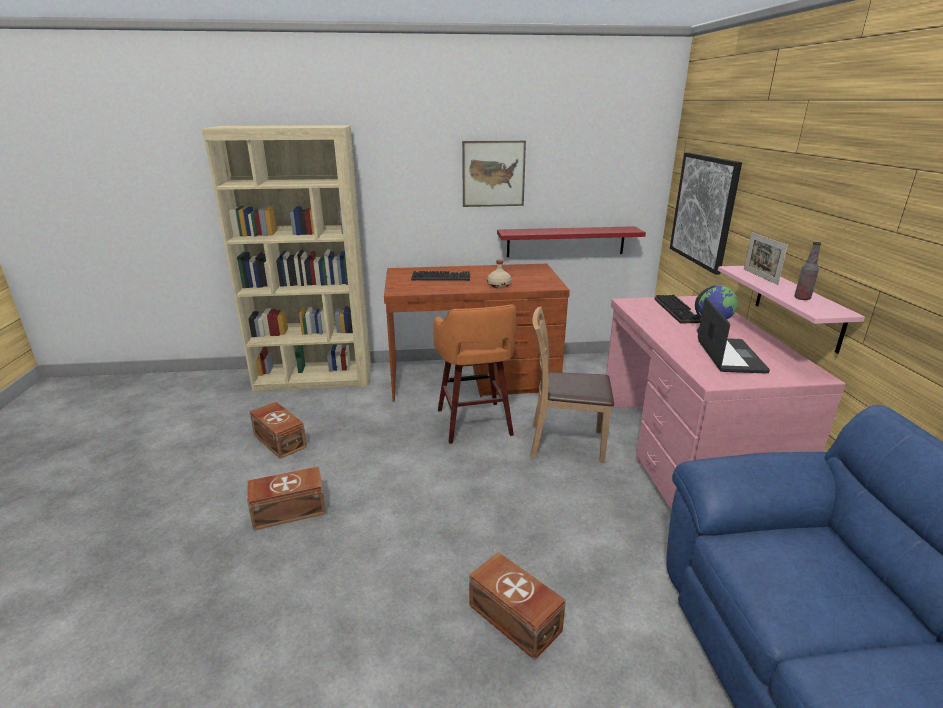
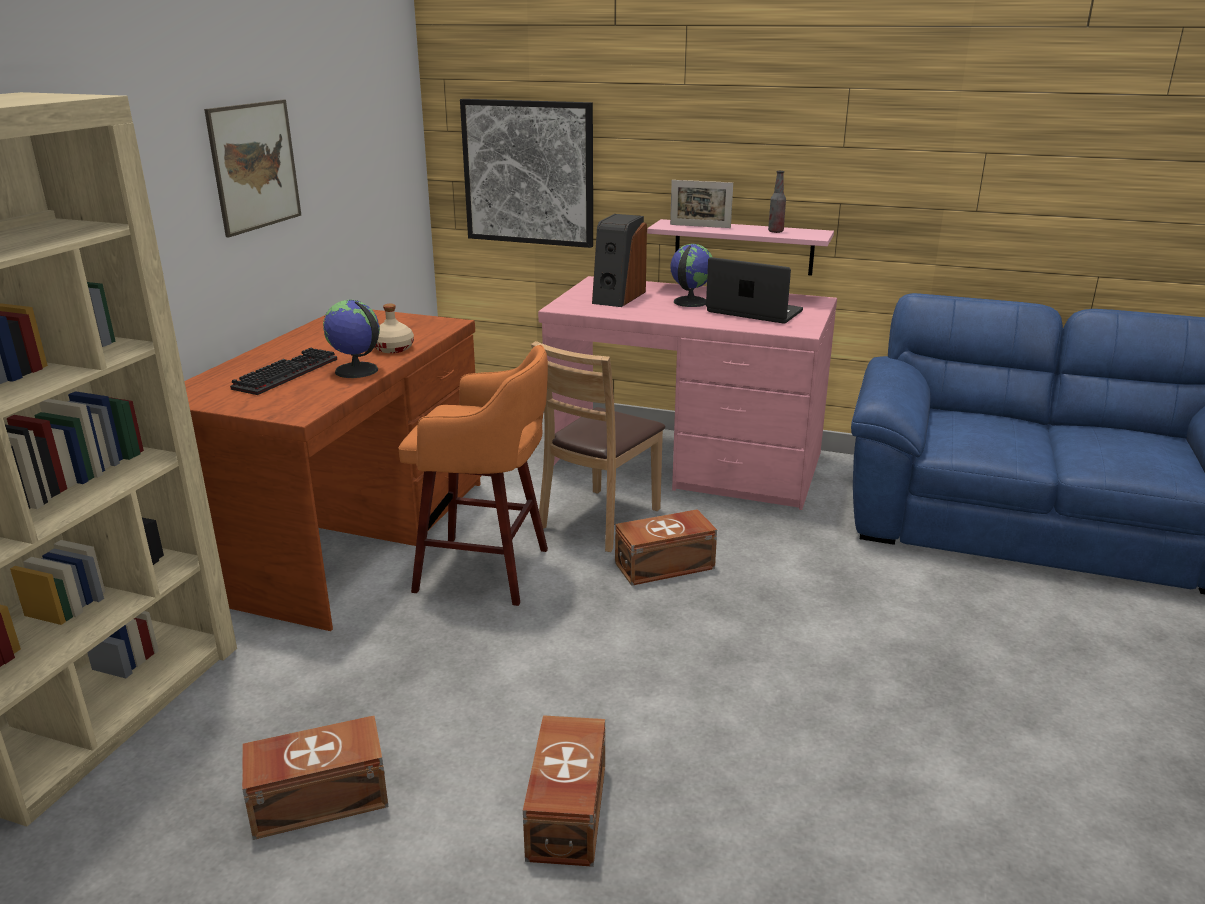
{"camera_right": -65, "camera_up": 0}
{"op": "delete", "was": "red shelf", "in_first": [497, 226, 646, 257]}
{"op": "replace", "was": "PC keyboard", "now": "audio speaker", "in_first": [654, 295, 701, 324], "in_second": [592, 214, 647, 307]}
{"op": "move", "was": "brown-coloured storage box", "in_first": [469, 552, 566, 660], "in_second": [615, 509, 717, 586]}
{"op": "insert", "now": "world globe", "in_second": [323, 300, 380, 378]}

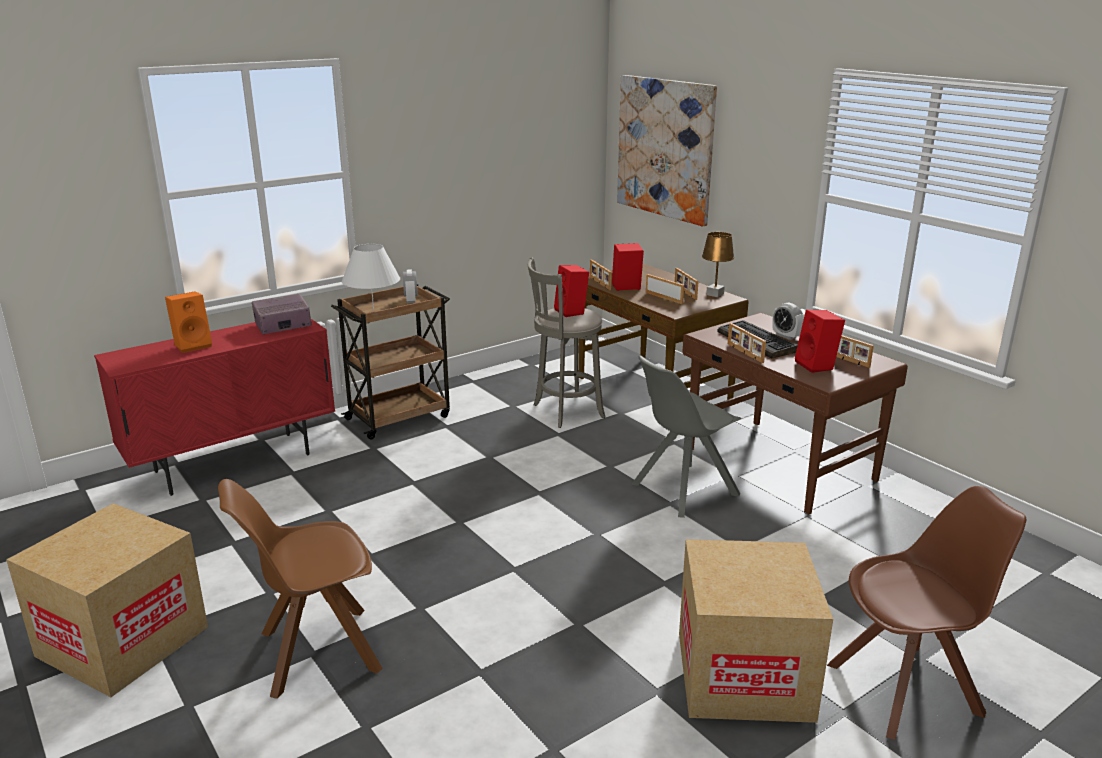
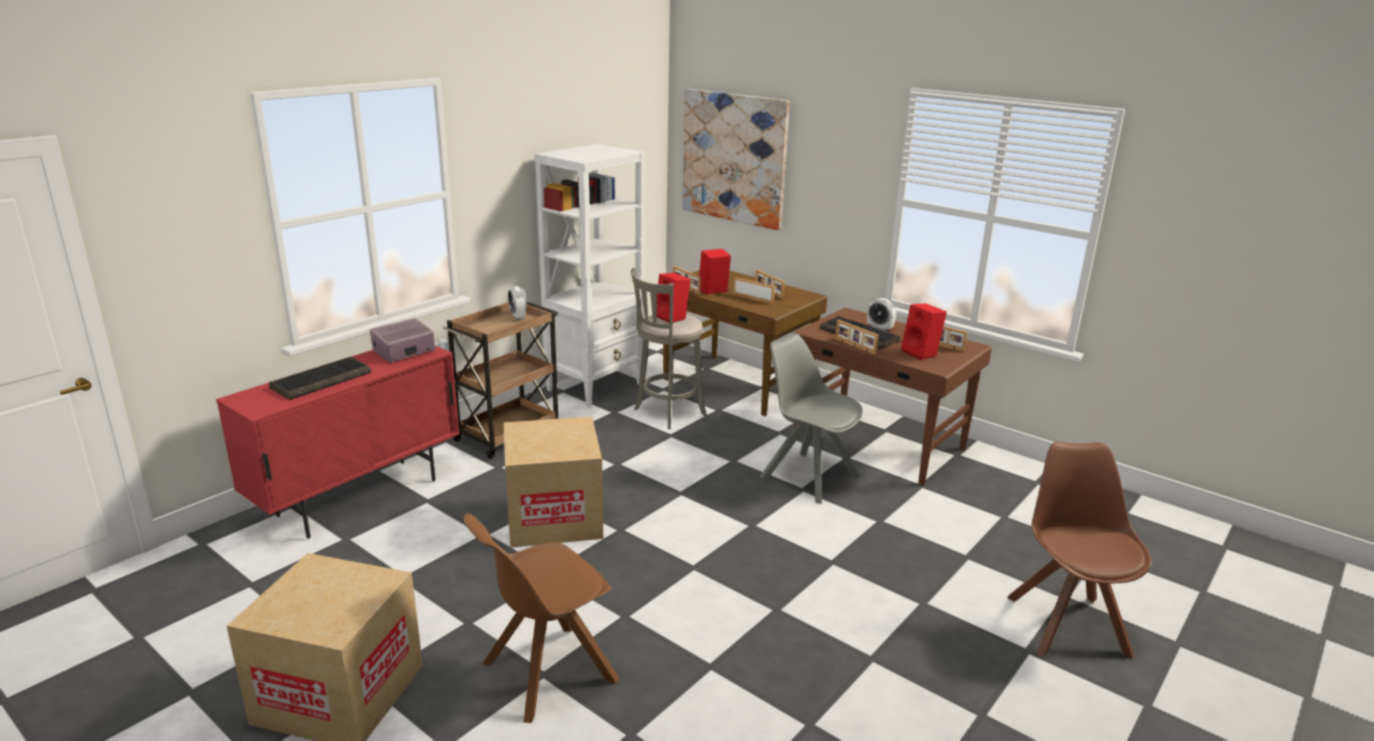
{"camera_right": -15, "camera_up": 0}
{"op": "delete", "was": "brown-coloured table lamp", "in_first": [702, 232, 734, 297]}
{"op": "delete", "was": "white-coloured table lamp", "in_first": [342, 244, 400, 310]}
{"op": "replace", "was": "orange audio speaker", "now": "PC keyboard", "in_first": [165, 291, 212, 353], "in_second": [269, 357, 371, 400]}
{"op": "rotate", "was": "gray upright chair", "in_first": [631, 355, 742, 518], "in_second": [761, 333, 862, 504], "clockwise": 90}
{"op": "rotate", "was": "brown-coloured upright chair", "in_first": [827, 486, 1026, 740], "in_second": [1007, 442, 1152, 659], "clockwise": -60}
{"op": "move", "was": "cardboard box", "in_first": [679, 539, 833, 723], "in_second": [503, 416, 603, 548]}
{"op": "insert", "now": "white-coloured bookshelf", "in_second": [535, 144, 646, 408]}

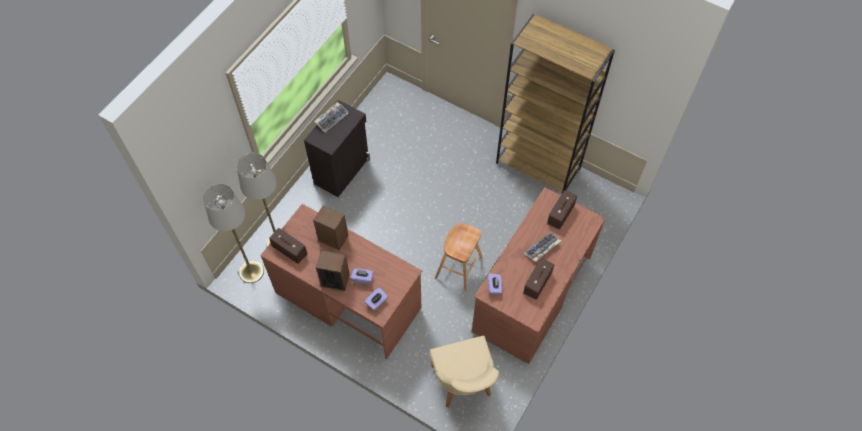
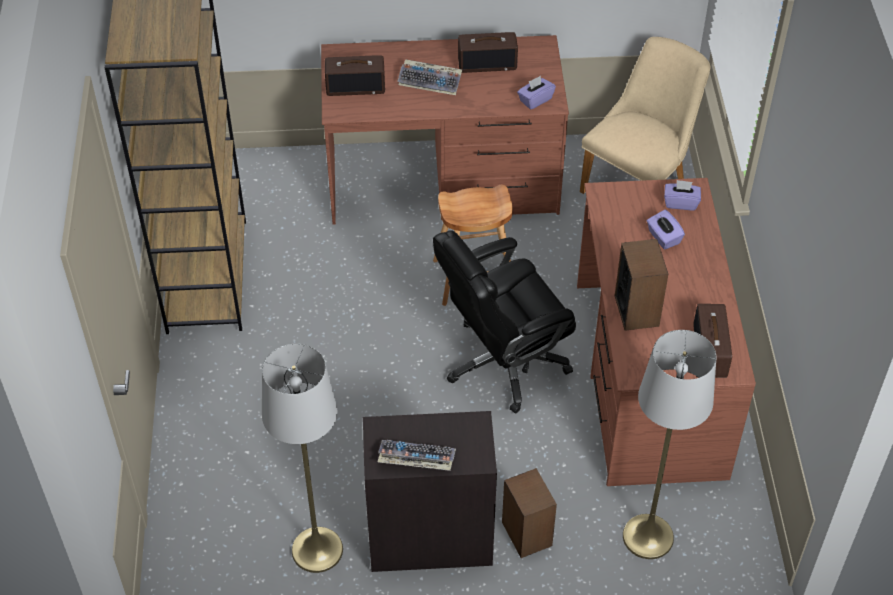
{"camera_right": -125, "camera_up": -10}
{"op": "move", "was": "gray standard lamp", "in_first": [203, 184, 264, 283], "in_second": [262, 344, 343, 573]}
{"op": "move", "was": "audio speaker", "in_first": [316, 250, 350, 291], "in_second": [502, 468, 557, 558]}
{"op": "insert", "now": "black-coloured desk chair", "in_second": [433, 230, 576, 413]}

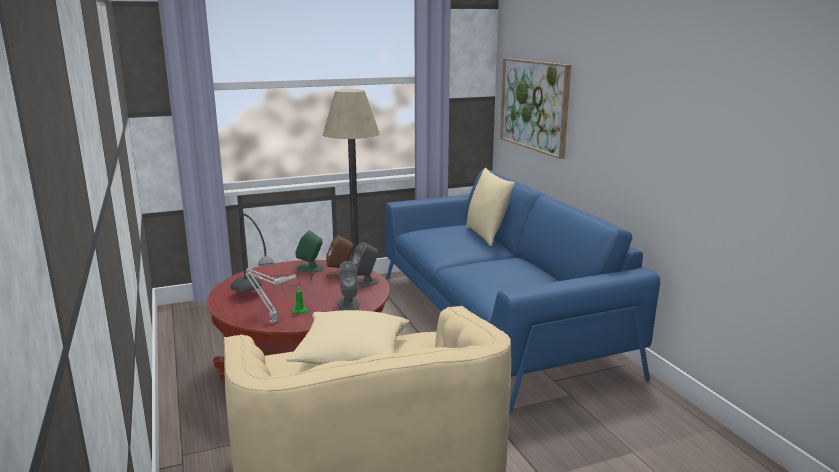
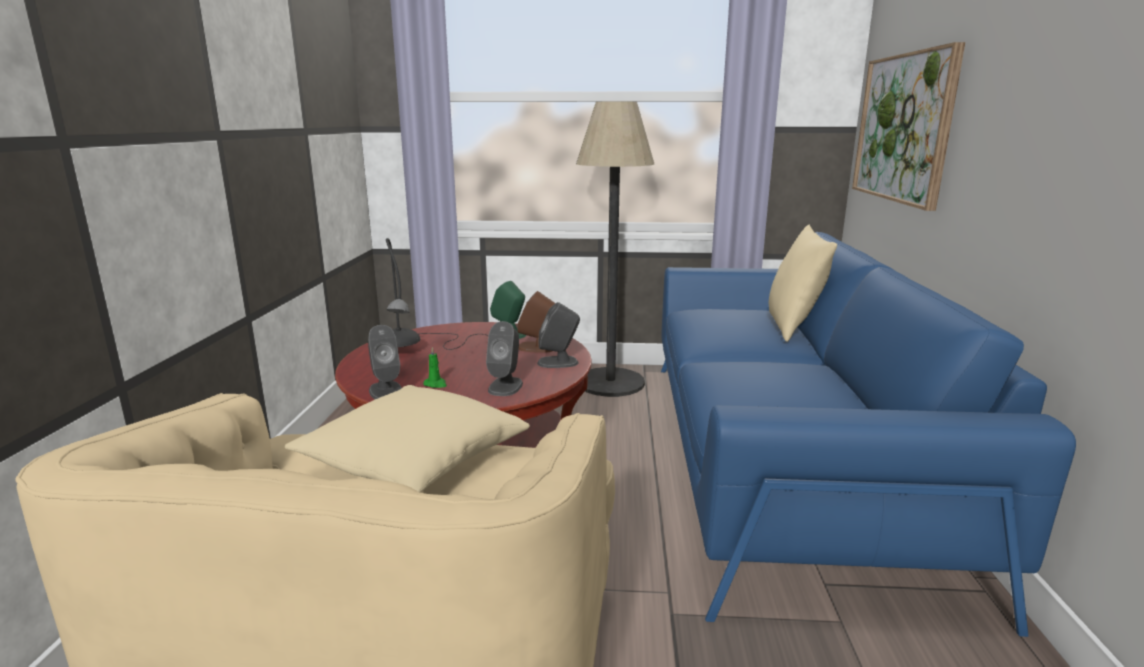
{"camera_right": 25, "camera_up": 0}
{"op": "replace", "was": "gray table lamp", "now": "gray audio speaker", "in_first": [245, 268, 296, 323], "in_second": [368, 325, 402, 399]}

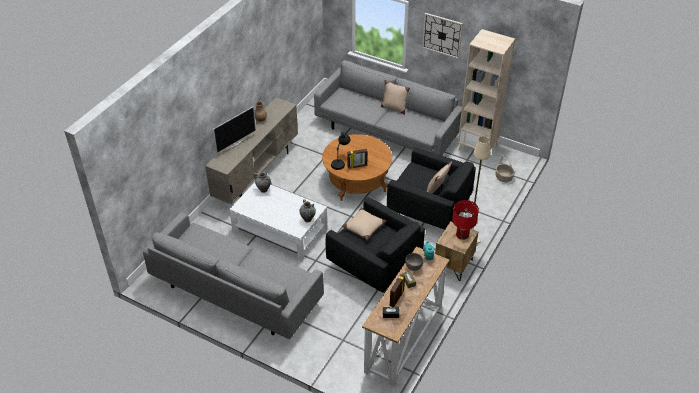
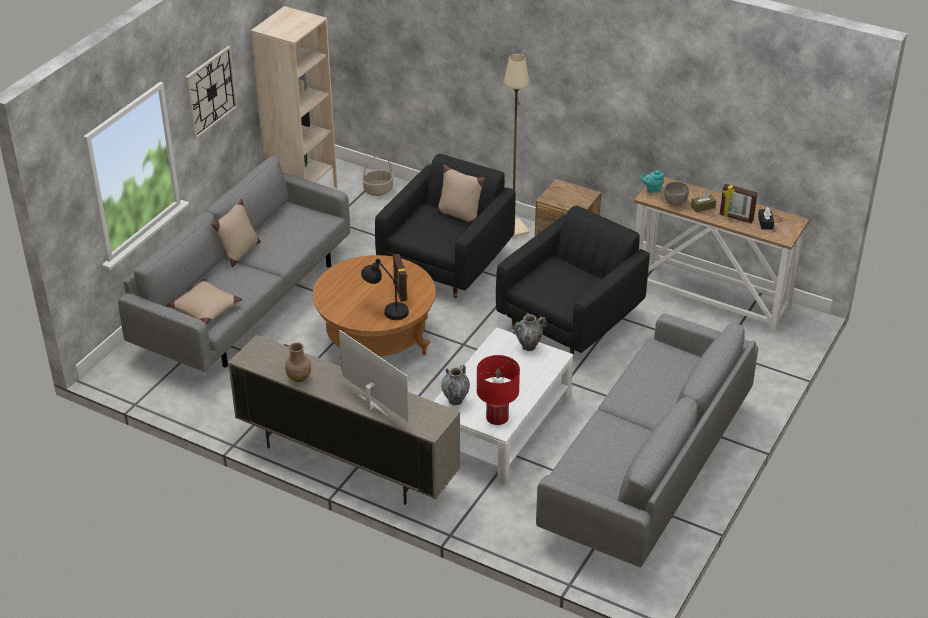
{"camera_right": -90, "camera_up": -5}
{"op": "move", "was": "red table lamp", "in_first": [452, 200, 479, 240], "in_second": [477, 355, 520, 425]}
{"op": "move", "was": "beige throw pillow", "in_first": [342, 207, 386, 240], "in_second": [166, 279, 242, 325]}

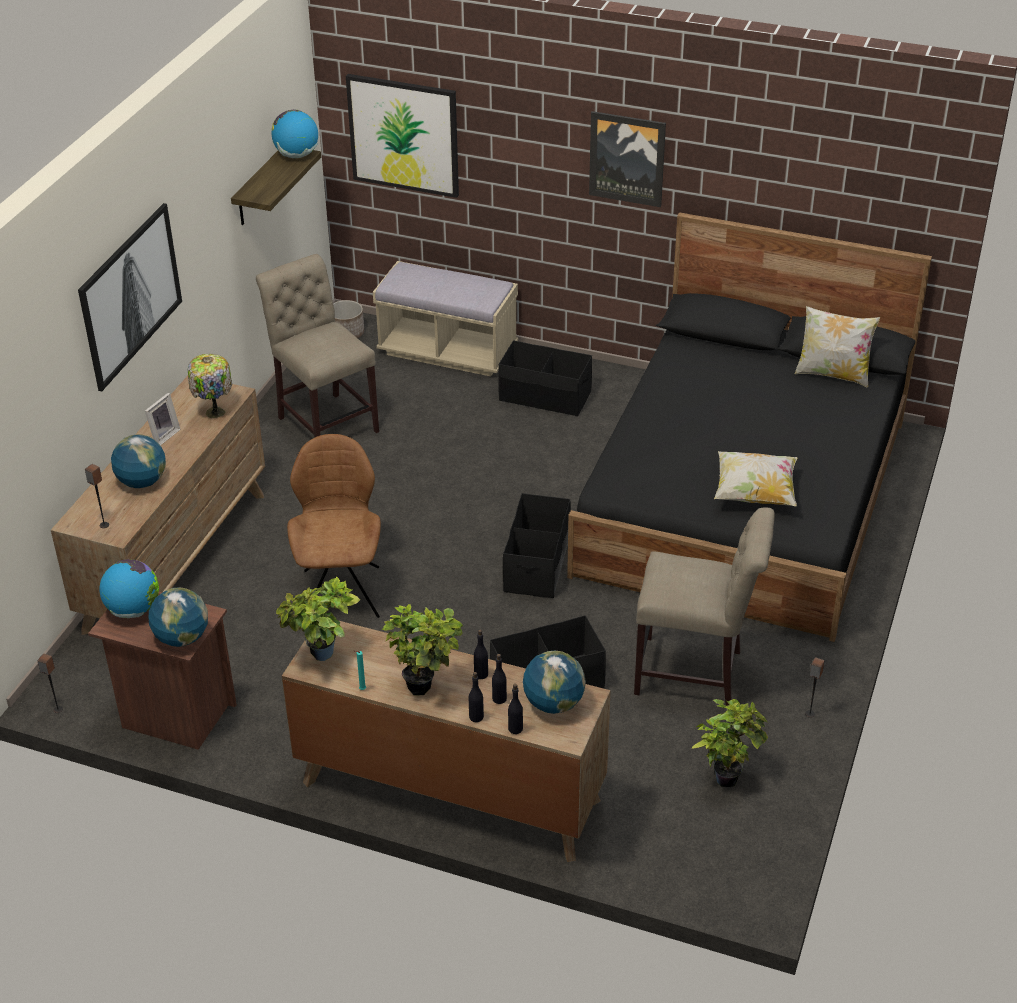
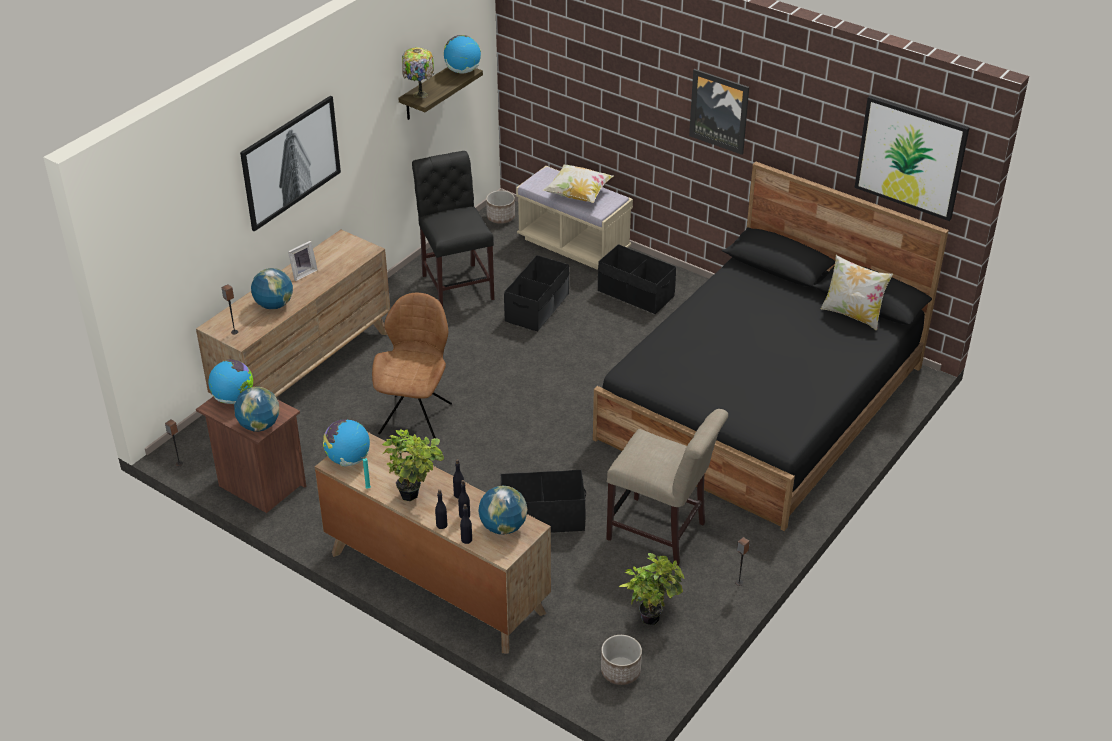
{"camera_right": 15, "camera_up": 0}
{"op": "move", "was": "picture", "in_first": [346, 74, 459, 198], "in_second": [854, 96, 970, 221]}
{"op": "recolor", "was": "beige upright chair", "now": "black-coloured upright chair", "in_first": [256, 254, 379, 438], "in_second": [412, 151, 494, 306]}
{"op": "move", "was": "table lamp", "in_first": [188, 354, 232, 418], "in_second": [402, 47, 434, 98]}
{"op": "move", "was": "throw pillow", "in_first": [714, 451, 798, 506], "in_second": [543, 165, 613, 203]}
{"op": "move", "was": "black-coloured storage box", "in_first": [503, 493, 571, 598], "in_second": [504, 255, 569, 331]}
{"op": "replace", "was": "houseplant", "now": "world globe", "in_first": [276, 577, 360, 661], "in_second": [323, 419, 370, 467]}
{"op": "insert", "now": "plant pot", "in_second": [601, 635, 642, 685]}

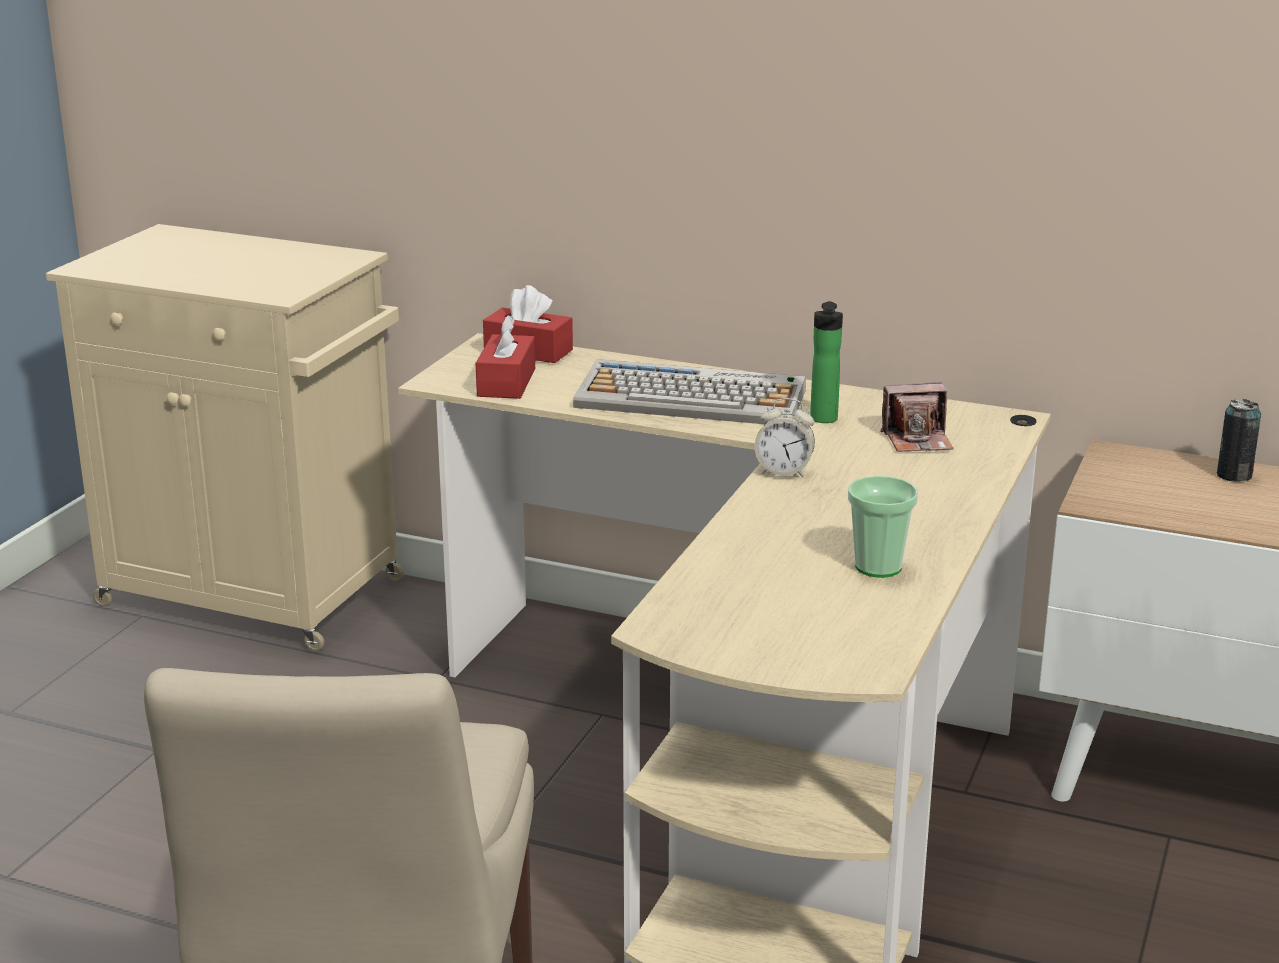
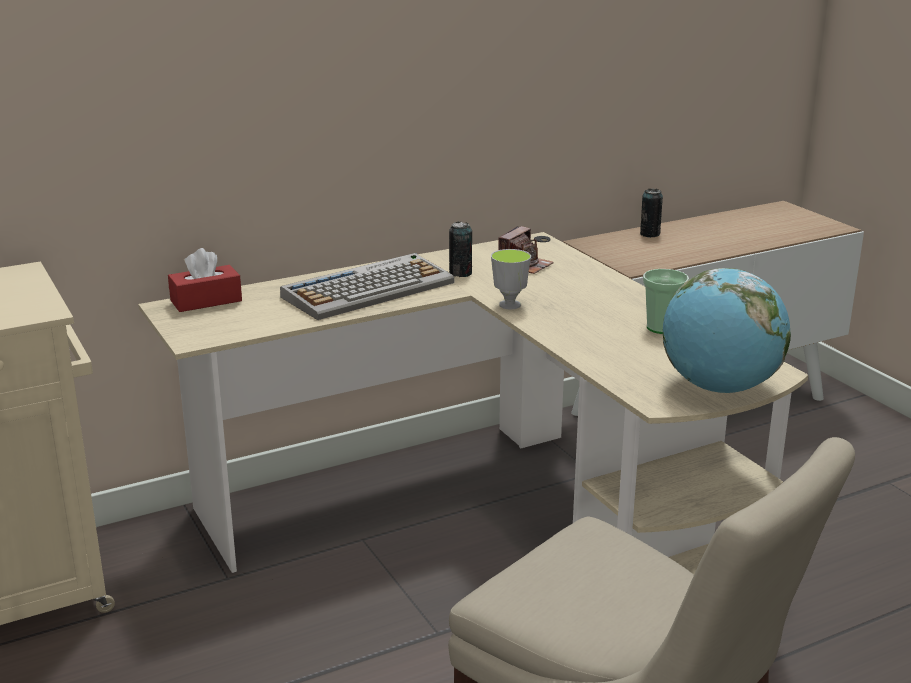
{"camera_right": -50, "camera_up": 0}
{"op": "replace", "was": "drink bottle", "now": "sealed can", "in_first": [810, 301, 843, 423], "in_second": [449, 222, 472, 277]}
{"op": "delete", "was": "red tissue holder", "in_first": [476, 315, 535, 399]}
{"op": "replace", "was": "bedside clock", "now": "small cup", "in_first": [755, 398, 815, 477], "in_second": [491, 249, 531, 309]}
{"op": "insert", "now": "world globe", "in_second": [663, 268, 791, 393]}

